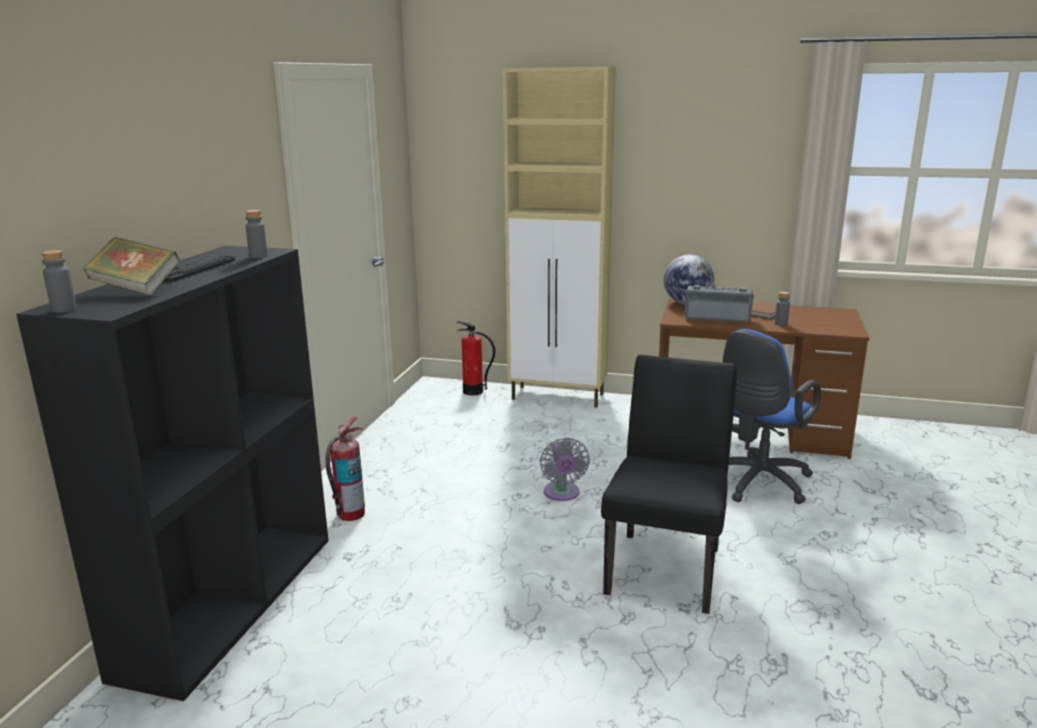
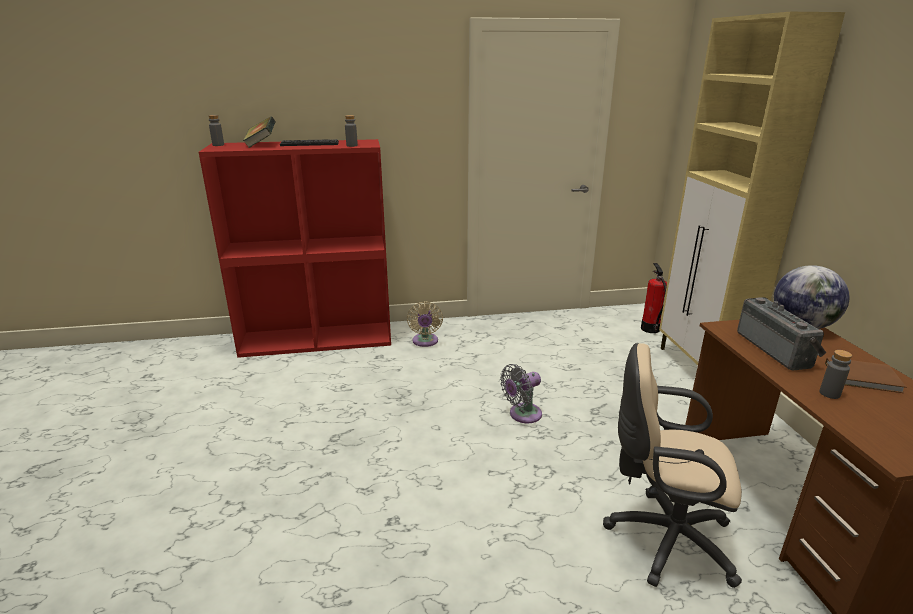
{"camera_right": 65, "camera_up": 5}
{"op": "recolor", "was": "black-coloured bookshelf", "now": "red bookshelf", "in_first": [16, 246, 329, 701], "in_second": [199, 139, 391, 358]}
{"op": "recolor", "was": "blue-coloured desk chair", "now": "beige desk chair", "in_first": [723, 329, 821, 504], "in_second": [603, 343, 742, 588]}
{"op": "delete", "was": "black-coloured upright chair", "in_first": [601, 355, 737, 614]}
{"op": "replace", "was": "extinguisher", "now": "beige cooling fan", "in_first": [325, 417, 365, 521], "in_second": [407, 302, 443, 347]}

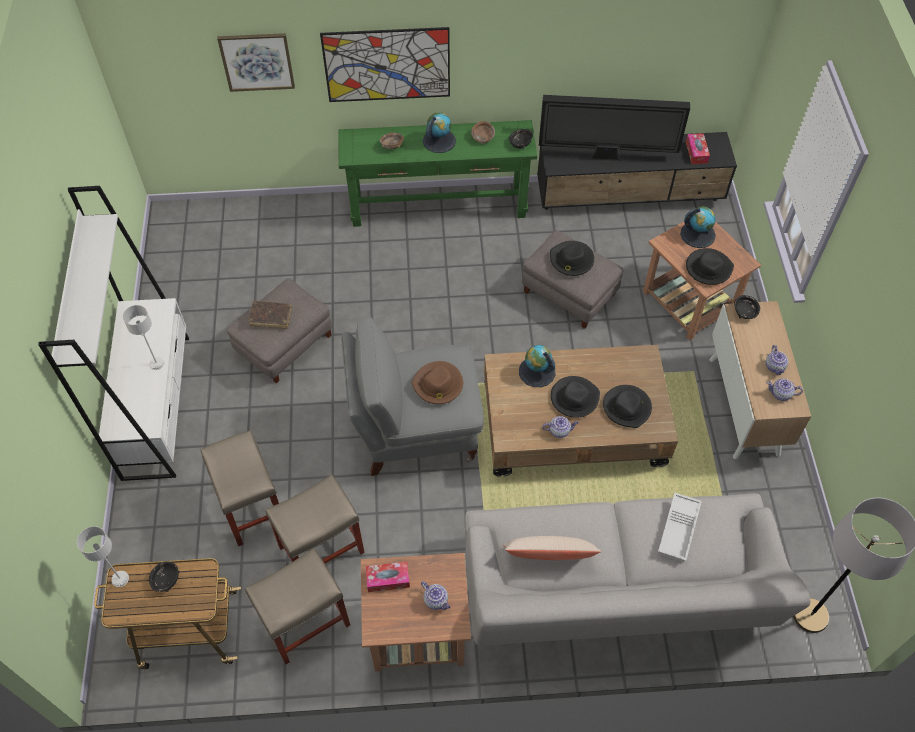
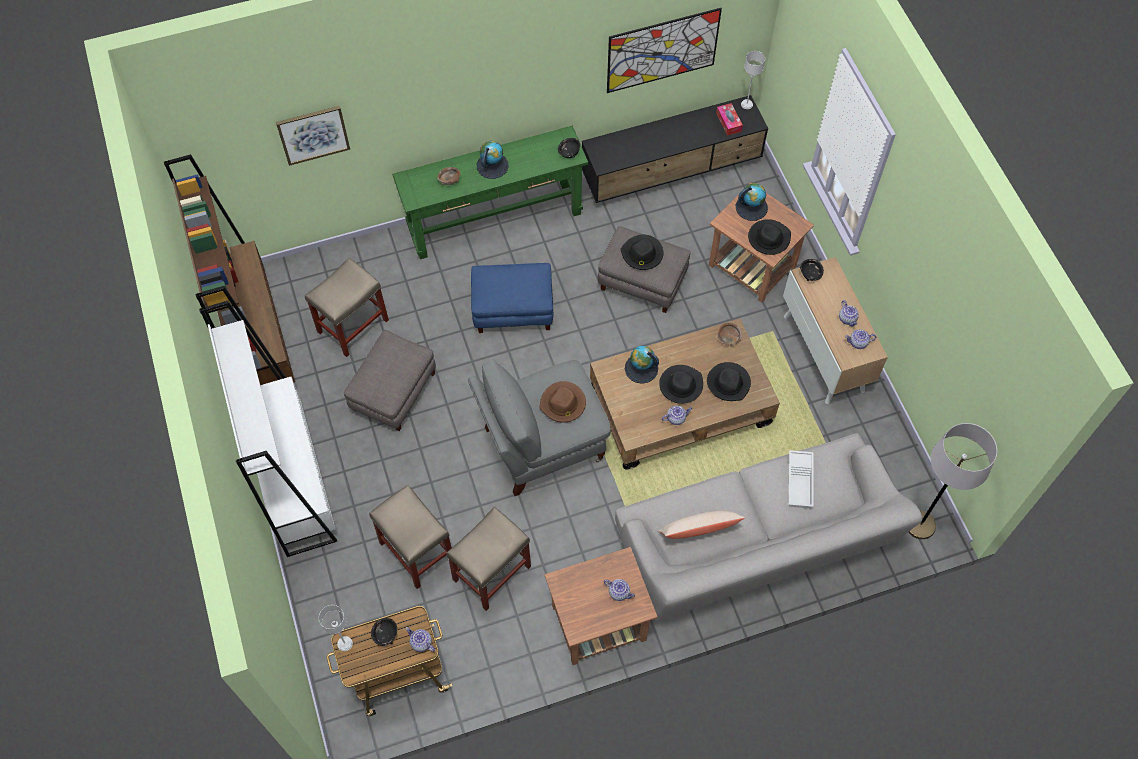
{"camera_right": -15, "camera_up": 5}
{"op": "move", "was": "picture", "in_first": [320, 27, 450, 102], "in_second": [607, 8, 722, 93]}
{"op": "delete", "was": "television", "in_first": [539, 95, 690, 161]}
{"op": "move", "was": "brown-coloured bowl", "in_first": [471, 121, 495, 144], "in_second": [718, 322, 742, 347]}
{"op": "delete", "was": "brown-coloured book", "in_first": [248, 301, 292, 329]}
{"op": "move", "was": "gray table lamp", "in_first": [123, 305, 164, 370], "in_second": [741, 51, 765, 109]}
{"op": "move", "was": "beige stool seat", "in_first": [245, 548, 350, 664], "in_second": [305, 258, 389, 357]}
{"op": "delete", "was": "tissue holder", "in_first": [366, 562, 410, 592]}
{"op": "insert", "now": "brown-coloured bookshelf", "in_second": [164, 154, 295, 385]}
{"op": "insert", "now": "blue-coloured ottoman", "in_second": [471, 263, 553, 333]}
{"op": "insert", "now": "pot for tea", "in_second": [405, 627, 435, 652]}

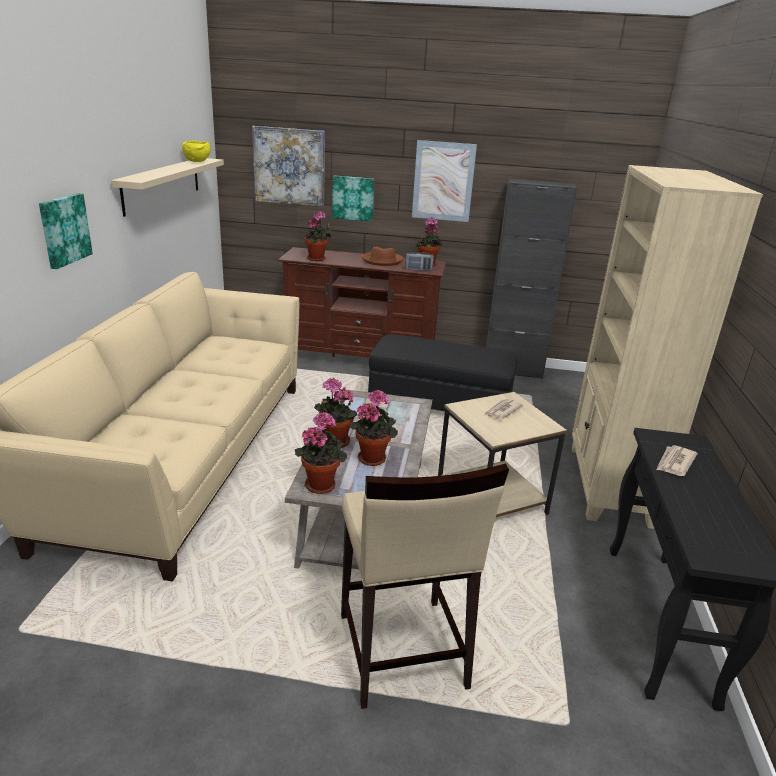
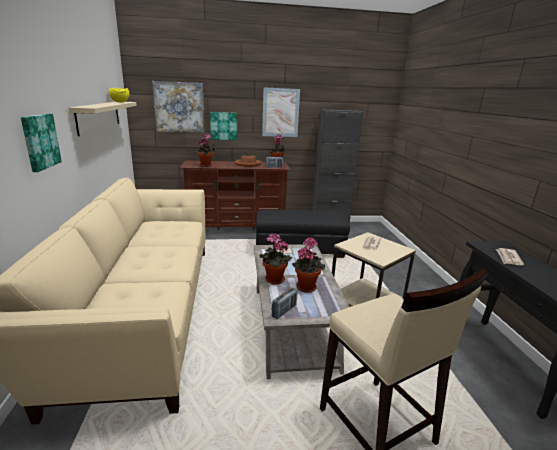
{"camera_right": -15, "camera_up": -5}
{"op": "delete", "was": "beige bookshelf", "in_first": [572, 165, 763, 529]}
{"op": "replace", "was": "houseplant", "now": "radio set", "in_first": [295, 412, 347, 494], "in_second": [272, 288, 297, 319]}

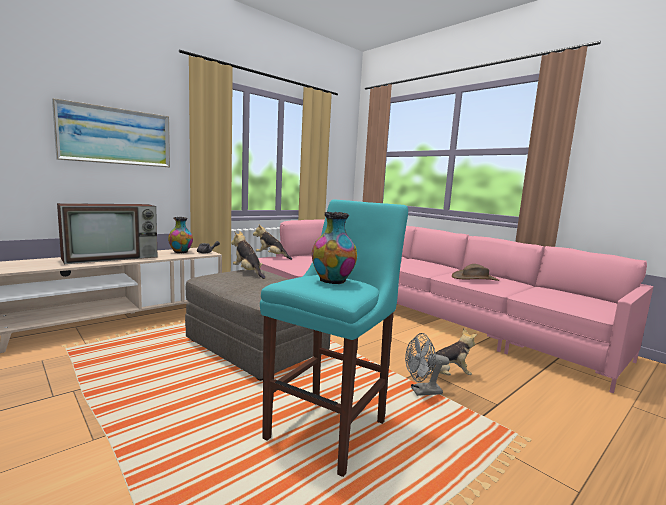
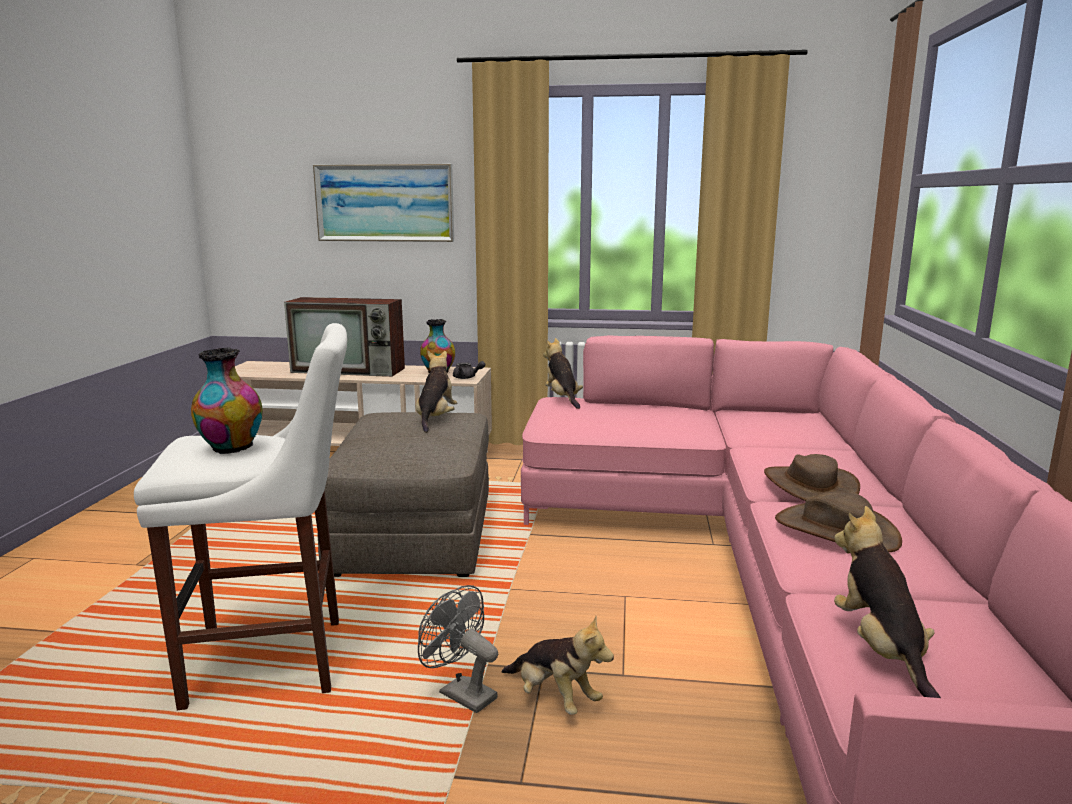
{"camera_right": 50, "camera_up": 5}
{"op": "recolor", "was": "turquoise stool seat", "now": "white-coloured stool seat", "in_first": [260, 199, 408, 477], "in_second": [134, 323, 347, 710]}
{"op": "insert", "now": "brown-coloured clothing hat", "in_second": [764, 454, 860, 501]}
{"op": "insert", "now": "plush toy", "in_second": [834, 506, 941, 698]}

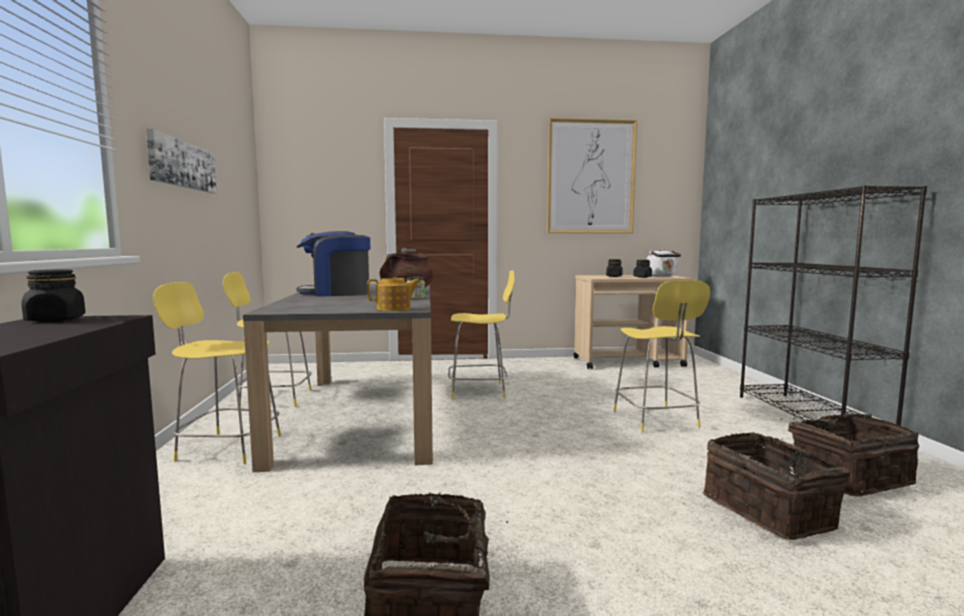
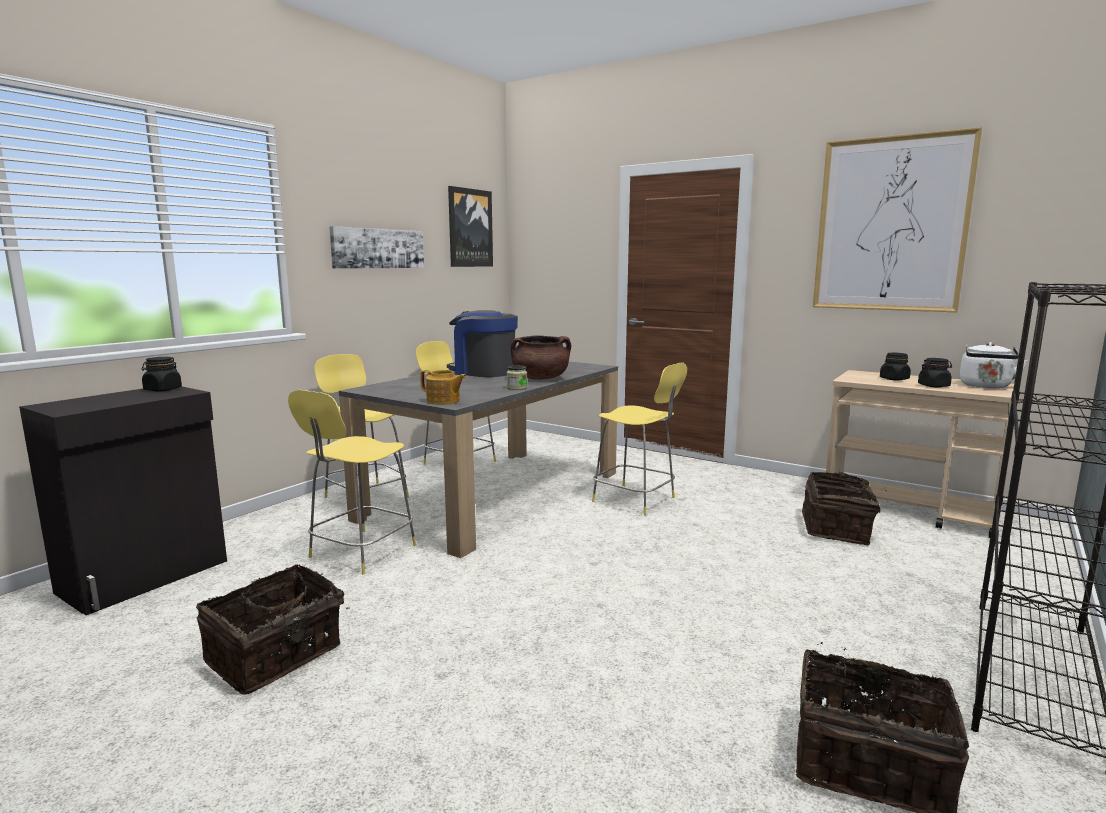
{"camera_right": 40, "camera_up": 5}
{"op": "move", "was": "yellow stool seat", "in_first": [613, 280, 710, 432], "in_second": [288, 390, 416, 574]}
{"op": "move", "was": "household basket", "in_first": [703, 432, 850, 540], "in_second": [802, 472, 886, 545]}
{"op": "insert", "now": "picture", "in_second": [448, 186, 493, 267]}

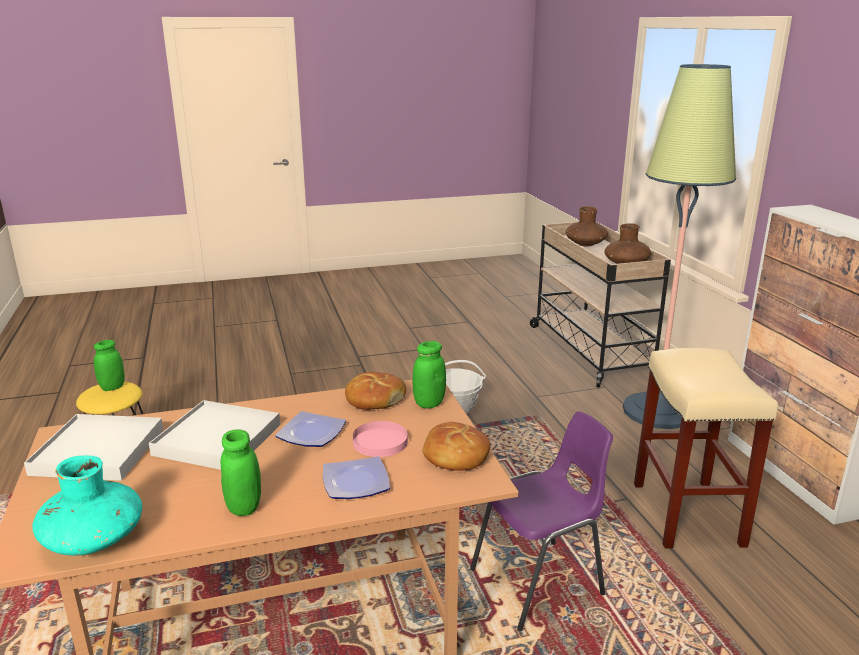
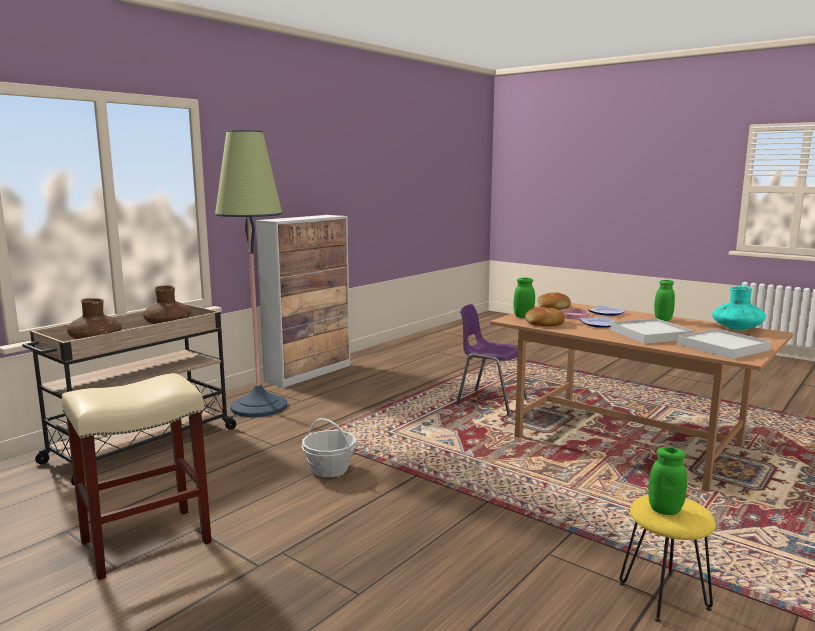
{"camera_right": -125, "camera_up": -10}
{"op": "move", "was": "beige stool seat", "in_first": [634, 348, 778, 549], "in_second": [62, 373, 212, 580]}

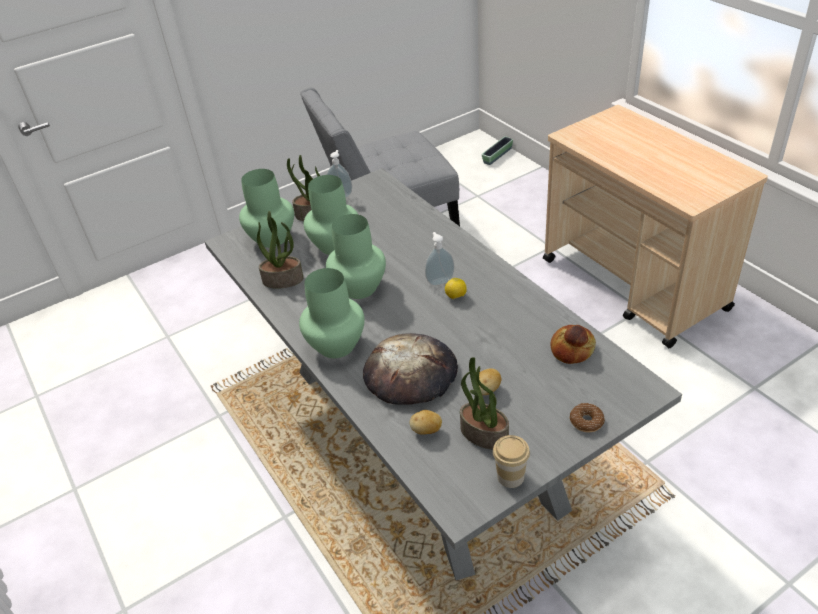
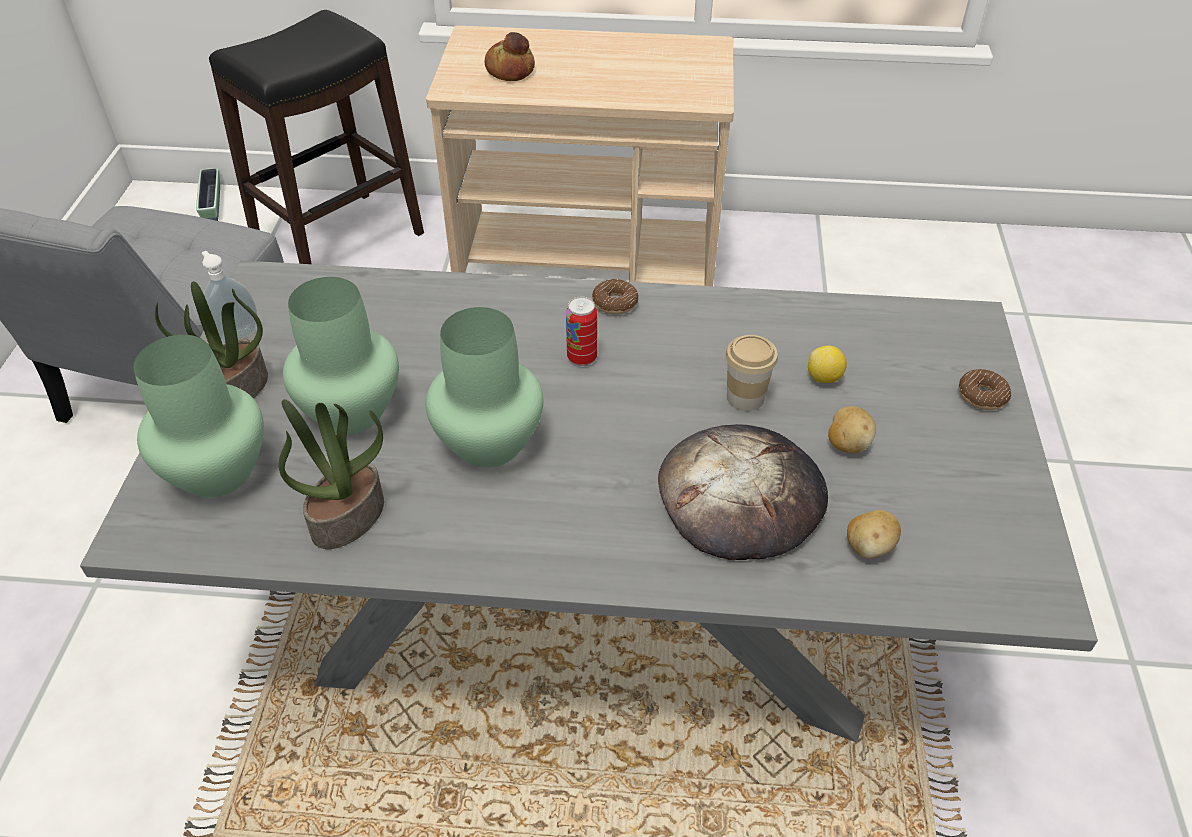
{"camera_right": -55, "camera_up": 5}
{"op": "replace", "was": "soap bottle", "now": "sealed can", "in_first": [425, 232, 455, 286], "in_second": [566, 297, 597, 366]}
{"op": "delete", "was": "green-coloured vase", "in_first": [299, 268, 365, 358]}
{"op": "move", "was": "lemon", "in_first": [445, 278, 467, 299], "in_second": [808, 346, 847, 383]}
{"op": "move", "was": "baked bread", "in_first": [551, 325, 596, 364], "in_second": [485, 32, 535, 81]}
{"op": "delete", "was": "houseplant", "in_first": [460, 357, 509, 449]}
{"op": "move", "was": "small cup", "in_first": [493, 435, 530, 488], "in_second": [725, 335, 778, 411]}
{"op": "insert", "now": "black-coloured stool seat", "in_second": [209, 10, 424, 264]}
{"op": "insert", "now": "donut", "in_second": [592, 279, 638, 315]}

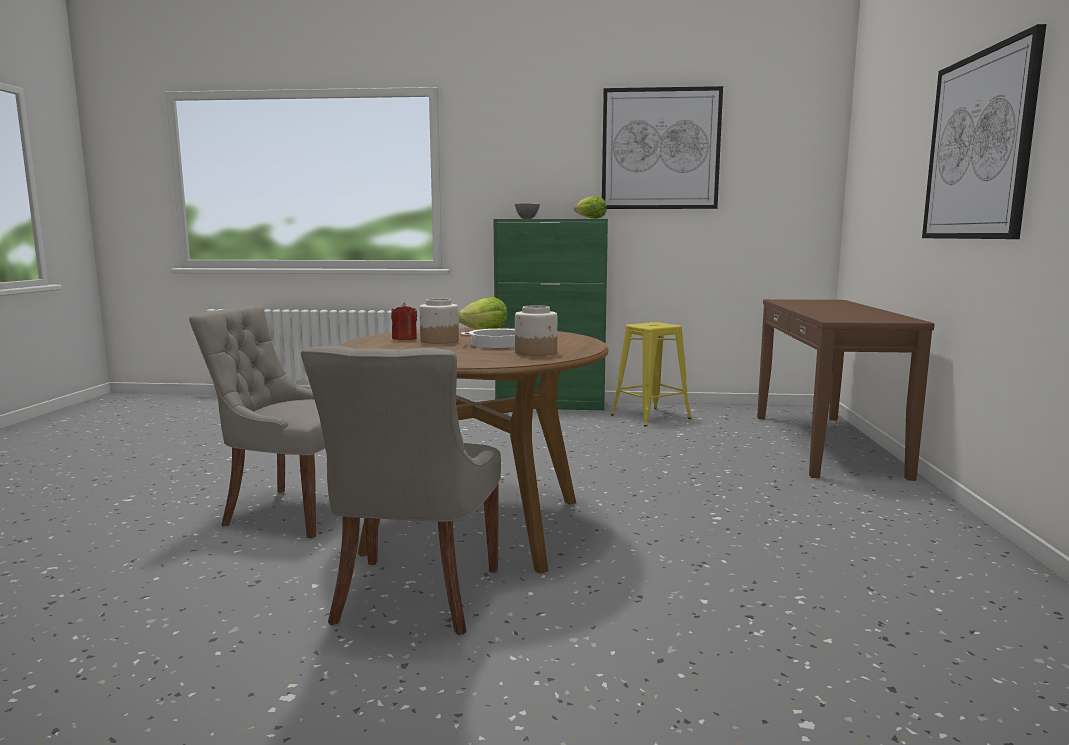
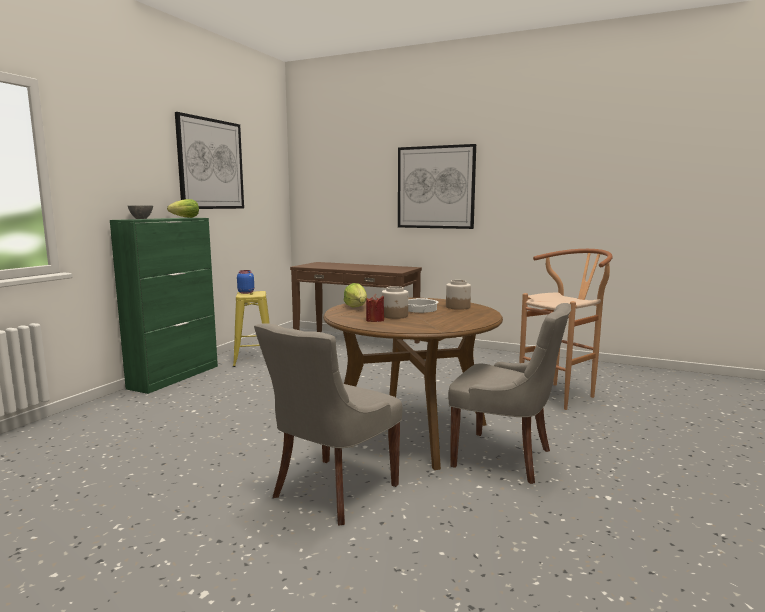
{"camera_right": -70, "camera_up": 0}
{"op": "insert", "now": "brown-coloured stool seat", "in_second": [519, 249, 613, 410]}
{"op": "insert", "now": "blue-coloured preserve jar", "in_second": [237, 270, 254, 294]}

